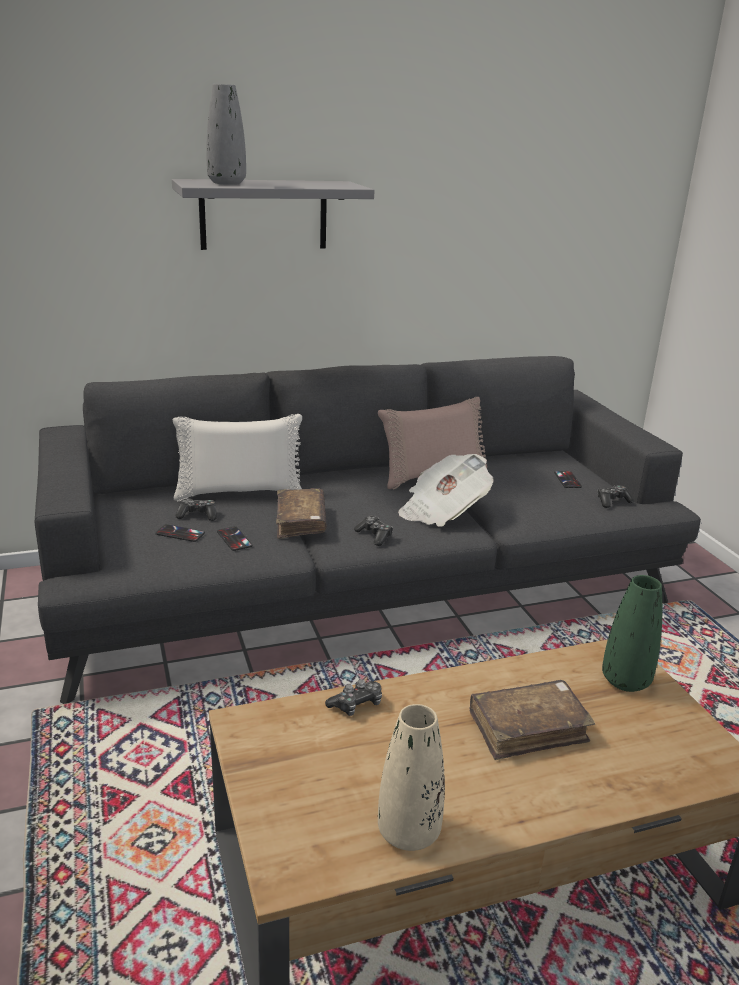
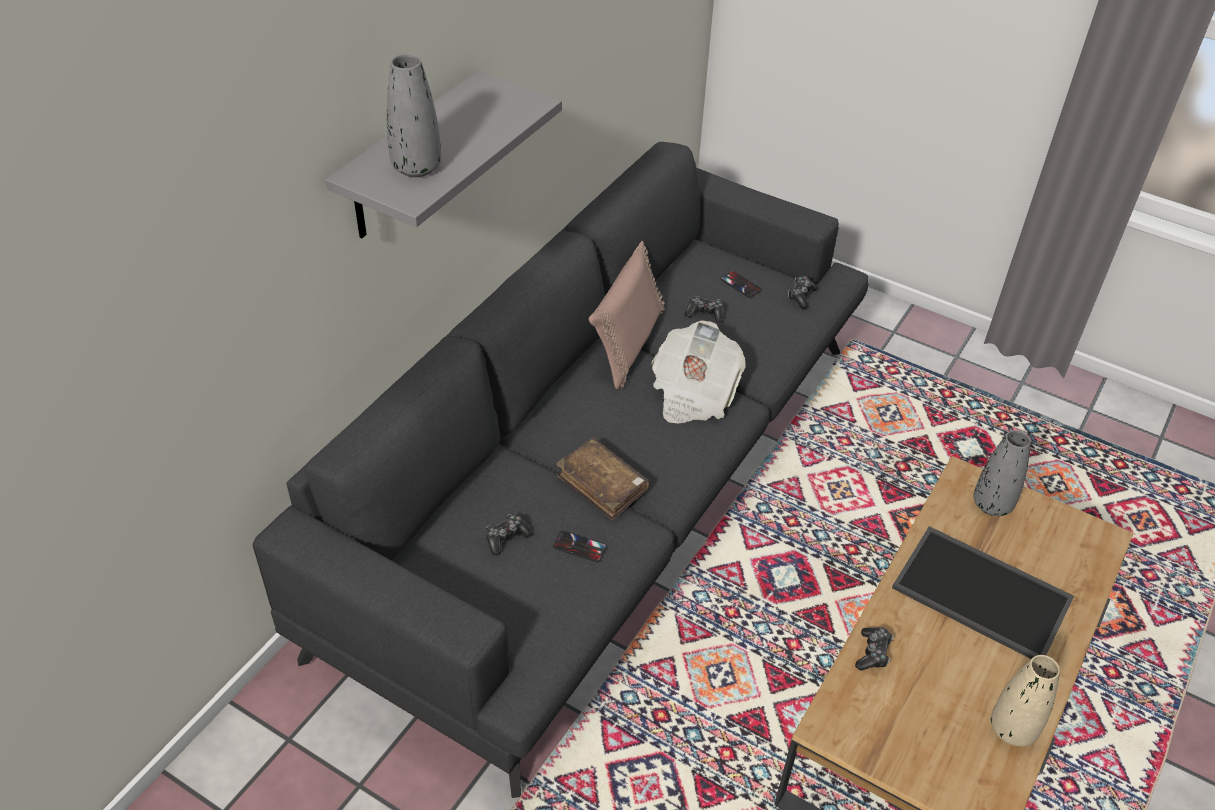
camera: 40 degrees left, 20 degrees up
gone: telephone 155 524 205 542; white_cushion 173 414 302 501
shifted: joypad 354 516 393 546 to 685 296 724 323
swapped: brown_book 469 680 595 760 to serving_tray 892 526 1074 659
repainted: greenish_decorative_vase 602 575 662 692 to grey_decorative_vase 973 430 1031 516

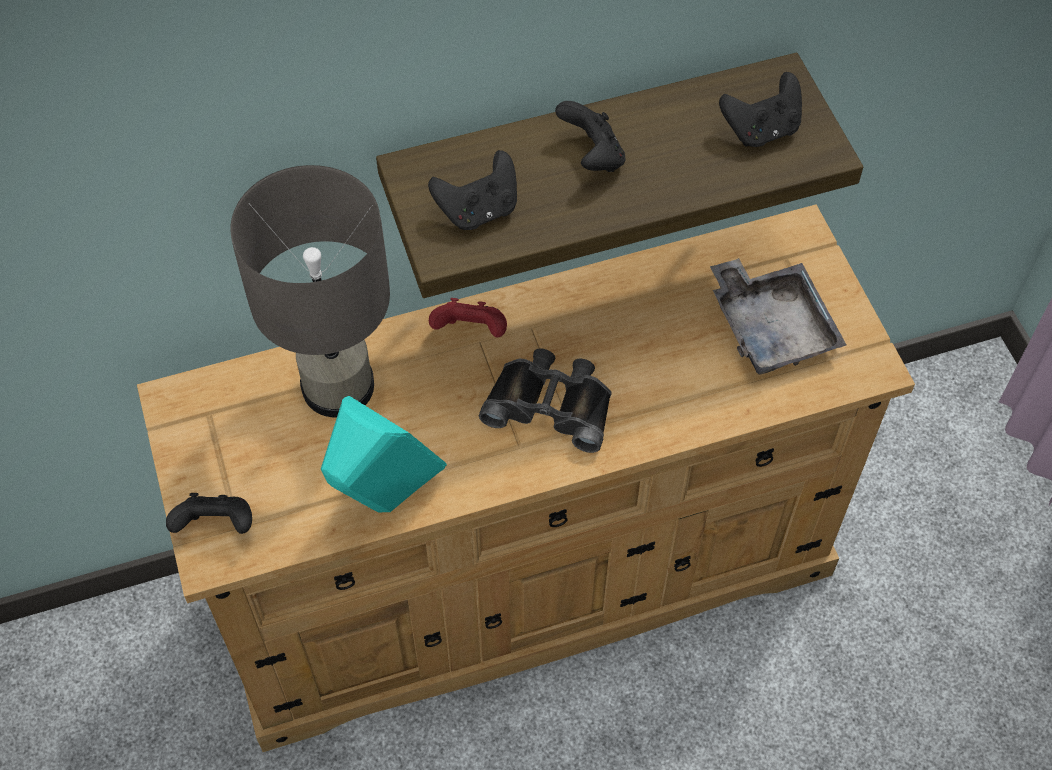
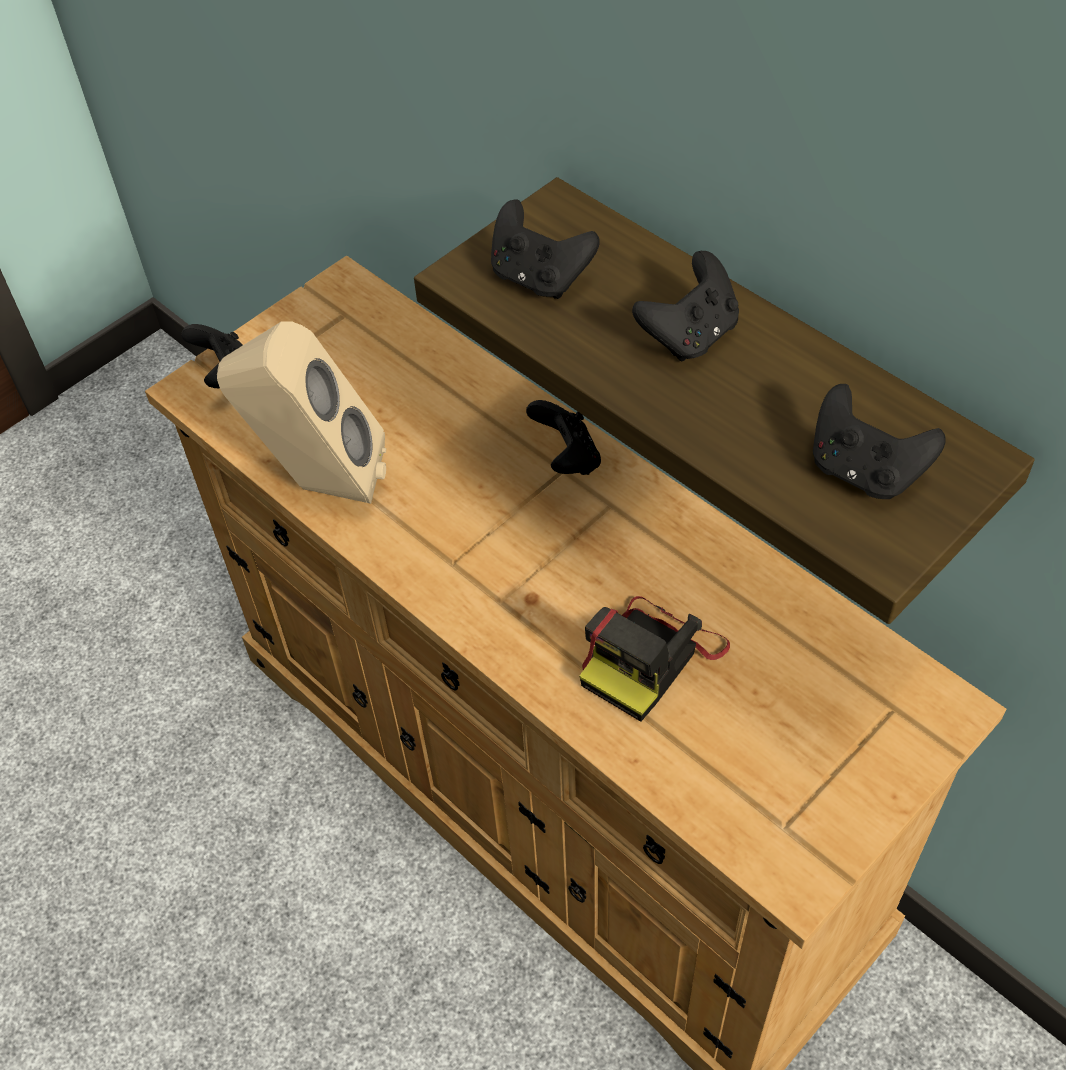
camera: 65 degrees right, 5 degrees down
gone: grey_tabletop_lamp 230 165 390 418; black-coloured_pair_of_binoculars 479 349 612 453; grey_serving_tray 710 258 846 375
new: photo_camera 579 596 730 722
repainted: turquoise-coloured_speaker 321 396 447 513 to sand-coloured_speaker 217 321 386 504; red_joypad 429 298 507 337 to black-coloured_joypad 526 400 601 475

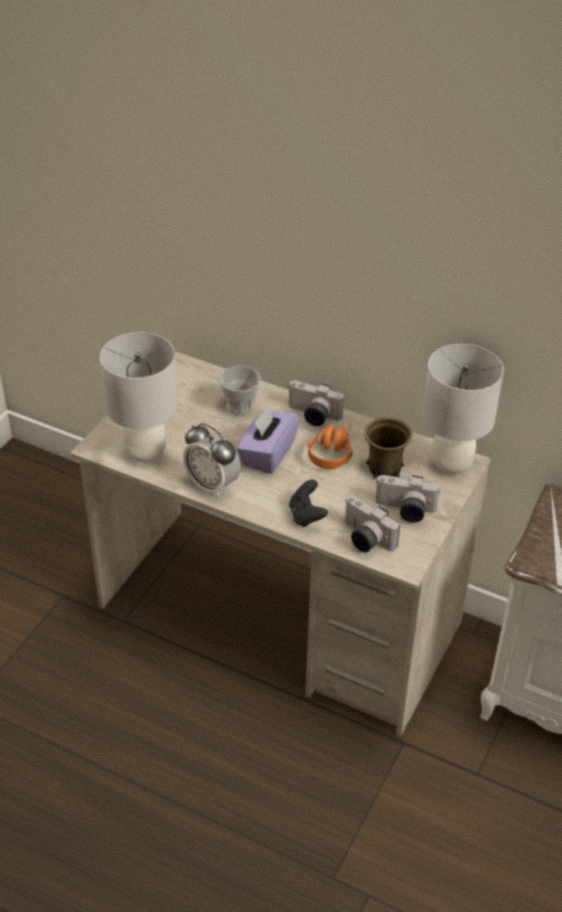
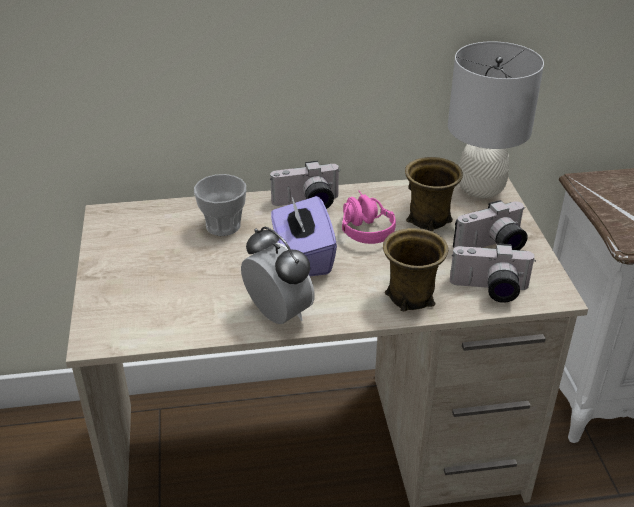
camera: 35 degrees left, 5 degrees down
gone: grey_tabletop_lamp 100 332 178 462
swapped: black-coloured_joypad 289 480 328 527 to brown_coffee_mug 383 228 448 311
repainted: orange-coloured_headset 308 422 352 469 to pink-coloured_headset 342 190 396 244
rotated: bedside_clock 183 423 241 498 = 241 226 315 324 135 degrees counterclockwise

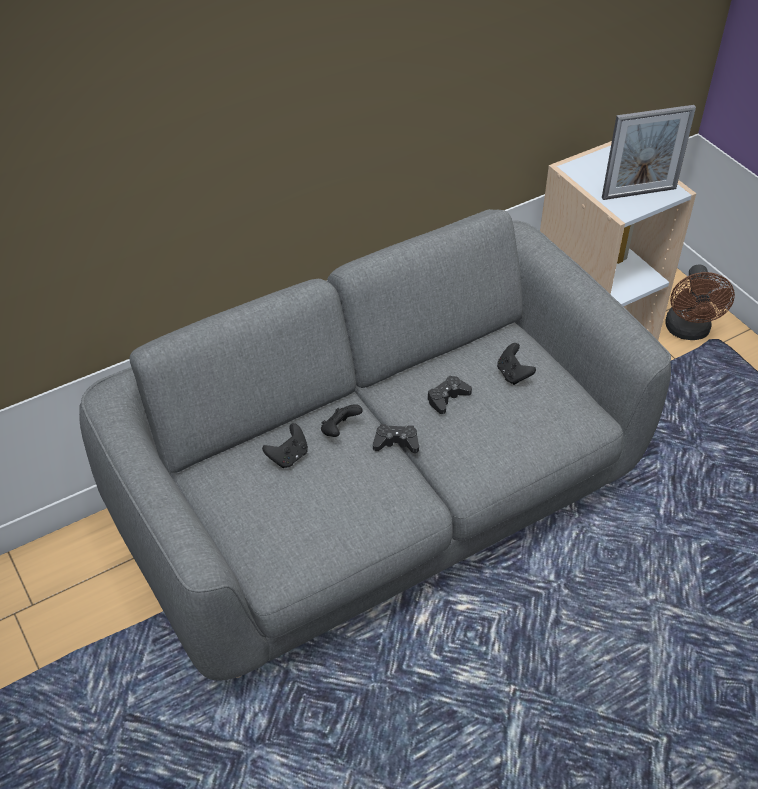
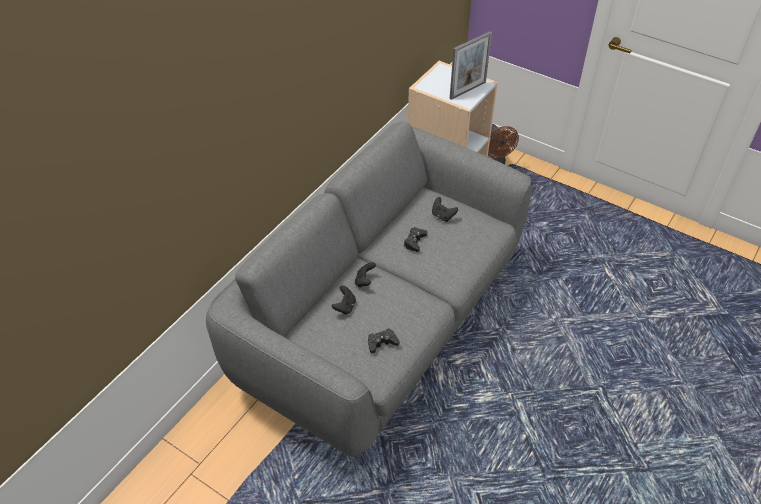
camera: 25 degrees left, 0 degrees up
shifted: black-coloured_joypad 373 424 419 453 to 368 328 399 354

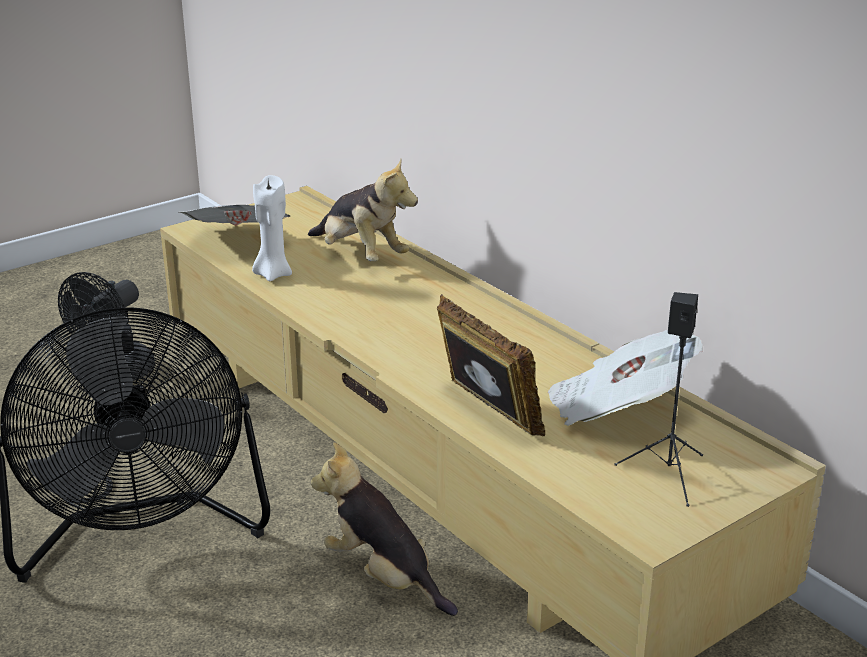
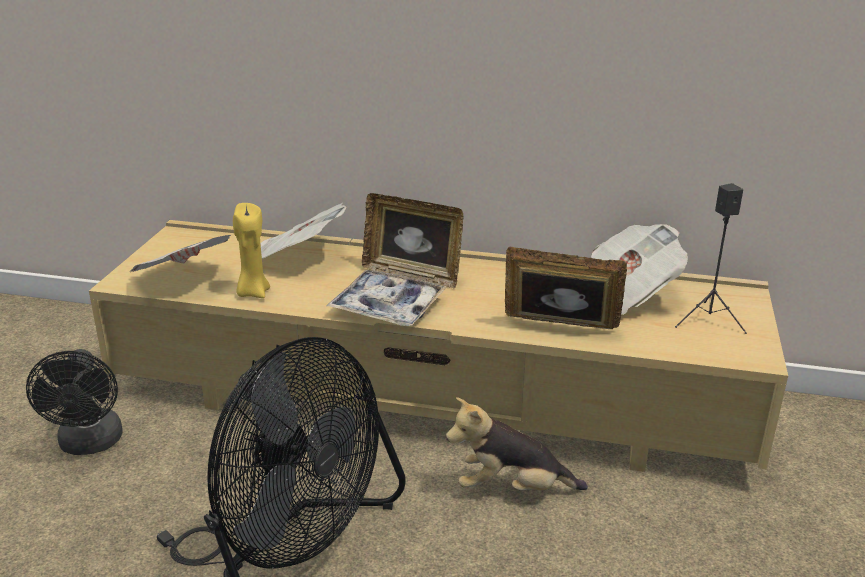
camera: 40 degrees left, 0 degrees up
new: serving_tray 327 270 447 326; photo_frame 362 193 464 288
swapped: plush_toy 308 159 418 261 to daily_paper 260 203 346 259
repainted: white_wax_candle 252 175 292 281 to yellow_wax_candle 233 203 270 298

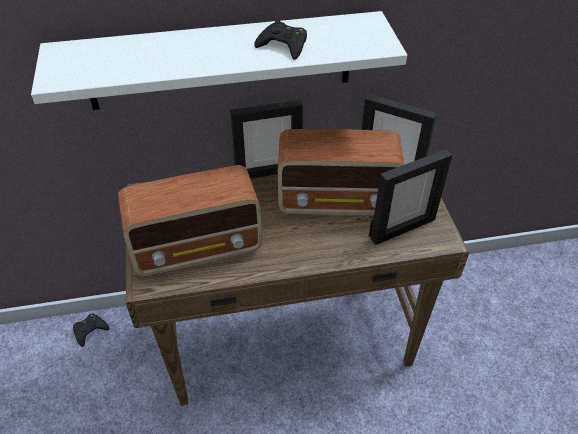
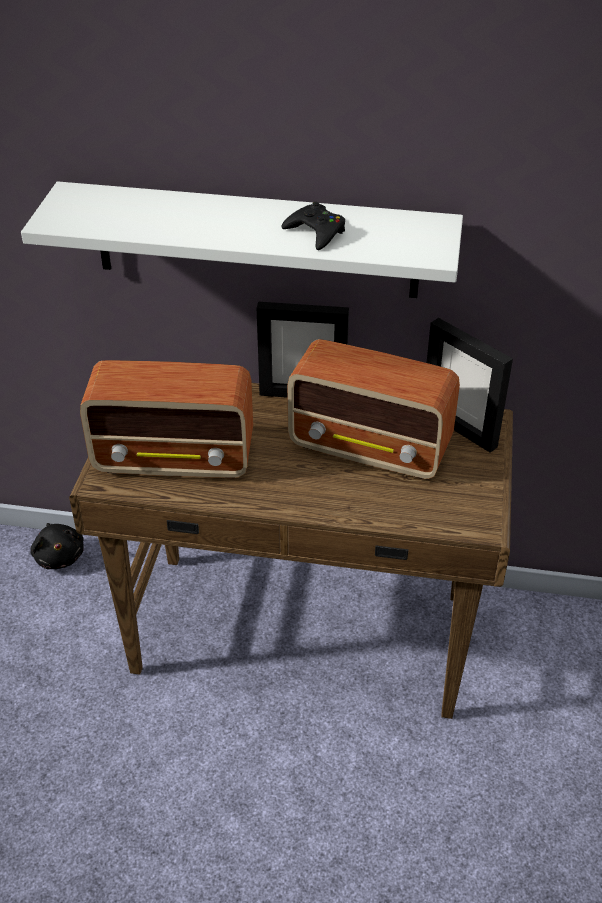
camera: 20 degrees right, 5 degrees down
gone: photo_frame 369 149 452 245
swapped: black-coloured_joypad 73 313 109 347 to black-coloured_plush_toy 30 523 84 569

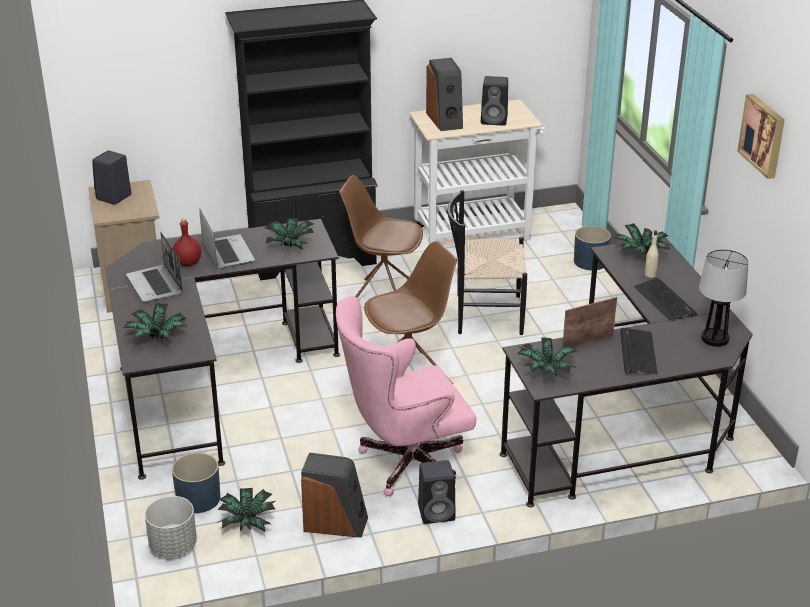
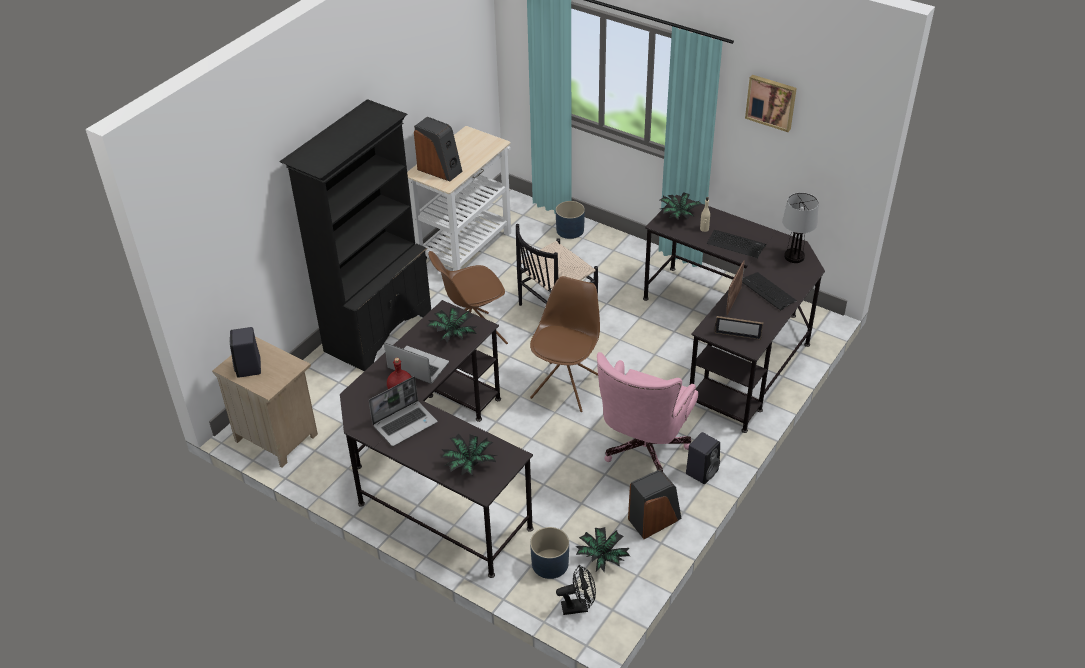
camera: 40 degrees left, 10 degrees up
gone: black-coloured_speaker 481 76 508 125
swapped: grey_planter 145 496 197 557 to black-coloured_fan 556 565 596 615; potted_plant 517 337 577 376 to photo_frame 715 316 763 340
rotated: notebook_computer 126 232 183 302 = 369 376 438 446 60 degrees counterclockwise

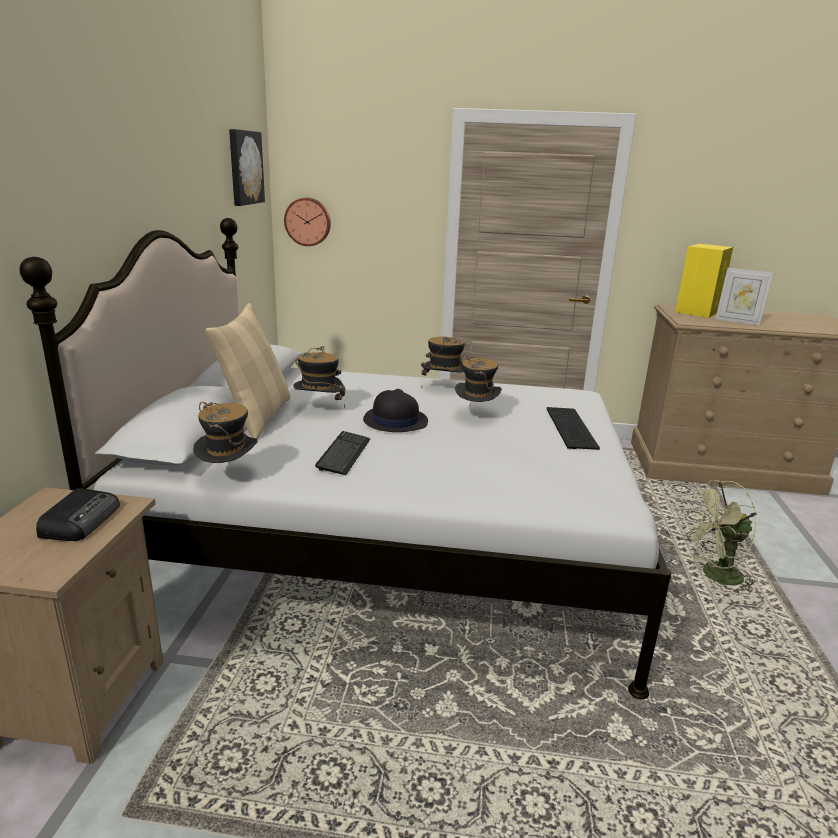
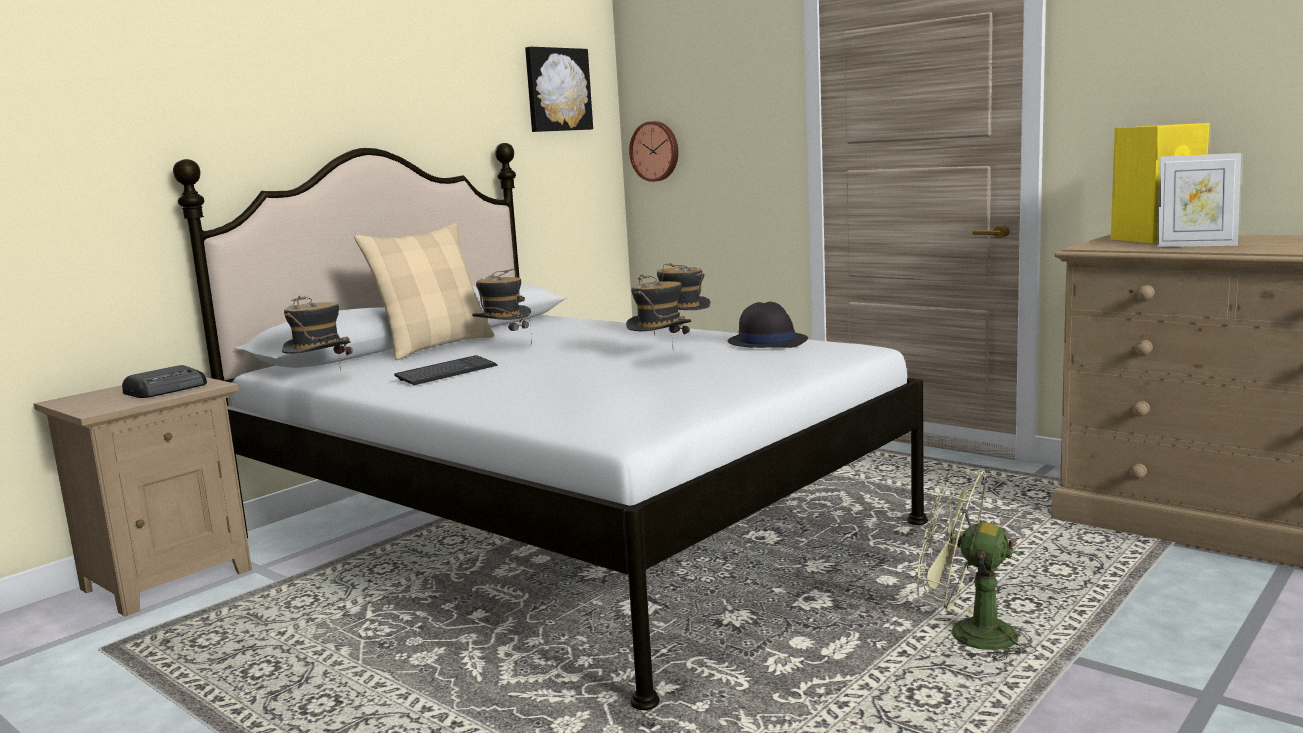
camera: 35 degrees right, 10 degrees down
gone: PC_keyboard 547 407 600 450
shifted: black-coloured_clothing_hat 363 389 428 432 to 728 302 808 348
rotated: photo_frame 716 268 773 326 = 1157 153 1241 247 45 degrees counterclockwise

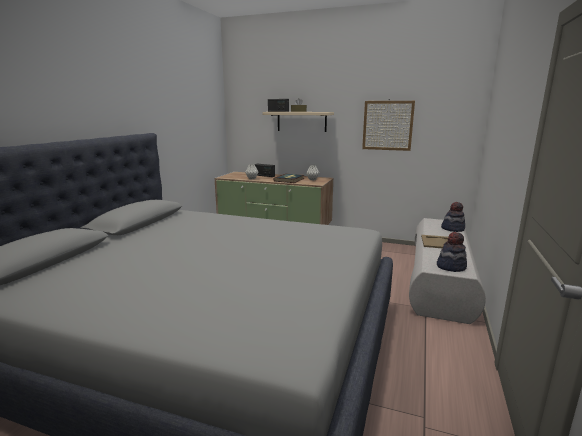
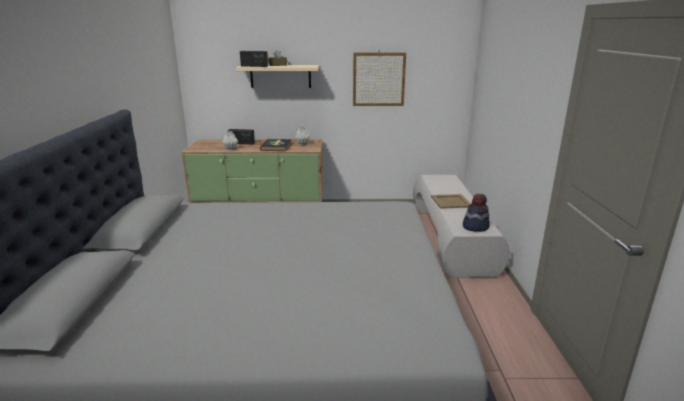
camera: 20 degrees left, 5 degrees up
gone: clothing_hat 441 202 465 232

